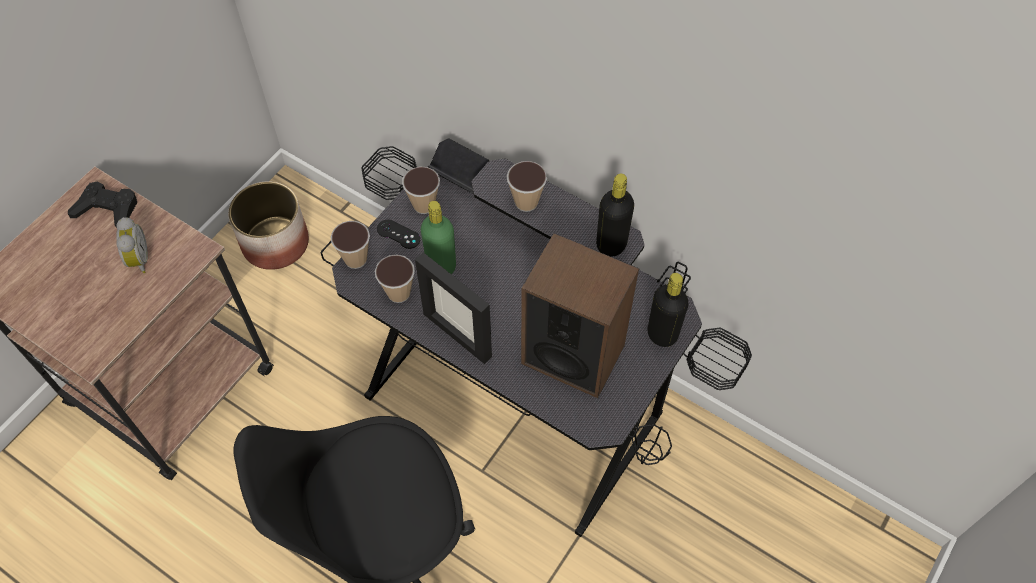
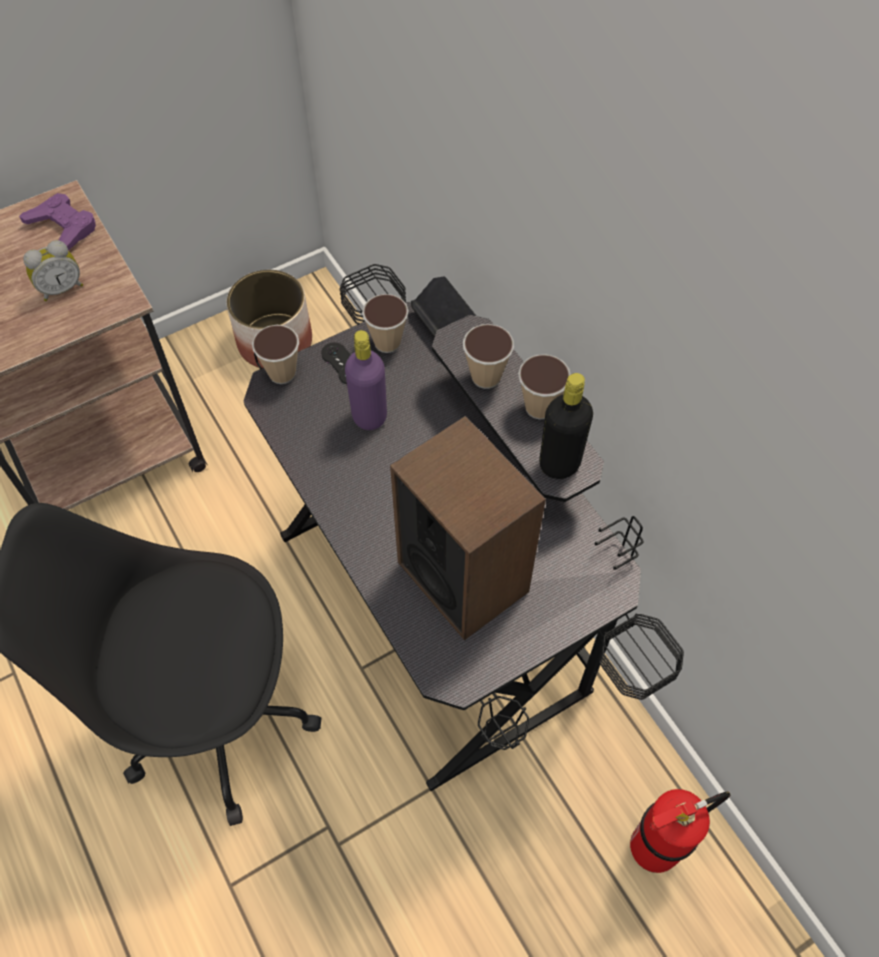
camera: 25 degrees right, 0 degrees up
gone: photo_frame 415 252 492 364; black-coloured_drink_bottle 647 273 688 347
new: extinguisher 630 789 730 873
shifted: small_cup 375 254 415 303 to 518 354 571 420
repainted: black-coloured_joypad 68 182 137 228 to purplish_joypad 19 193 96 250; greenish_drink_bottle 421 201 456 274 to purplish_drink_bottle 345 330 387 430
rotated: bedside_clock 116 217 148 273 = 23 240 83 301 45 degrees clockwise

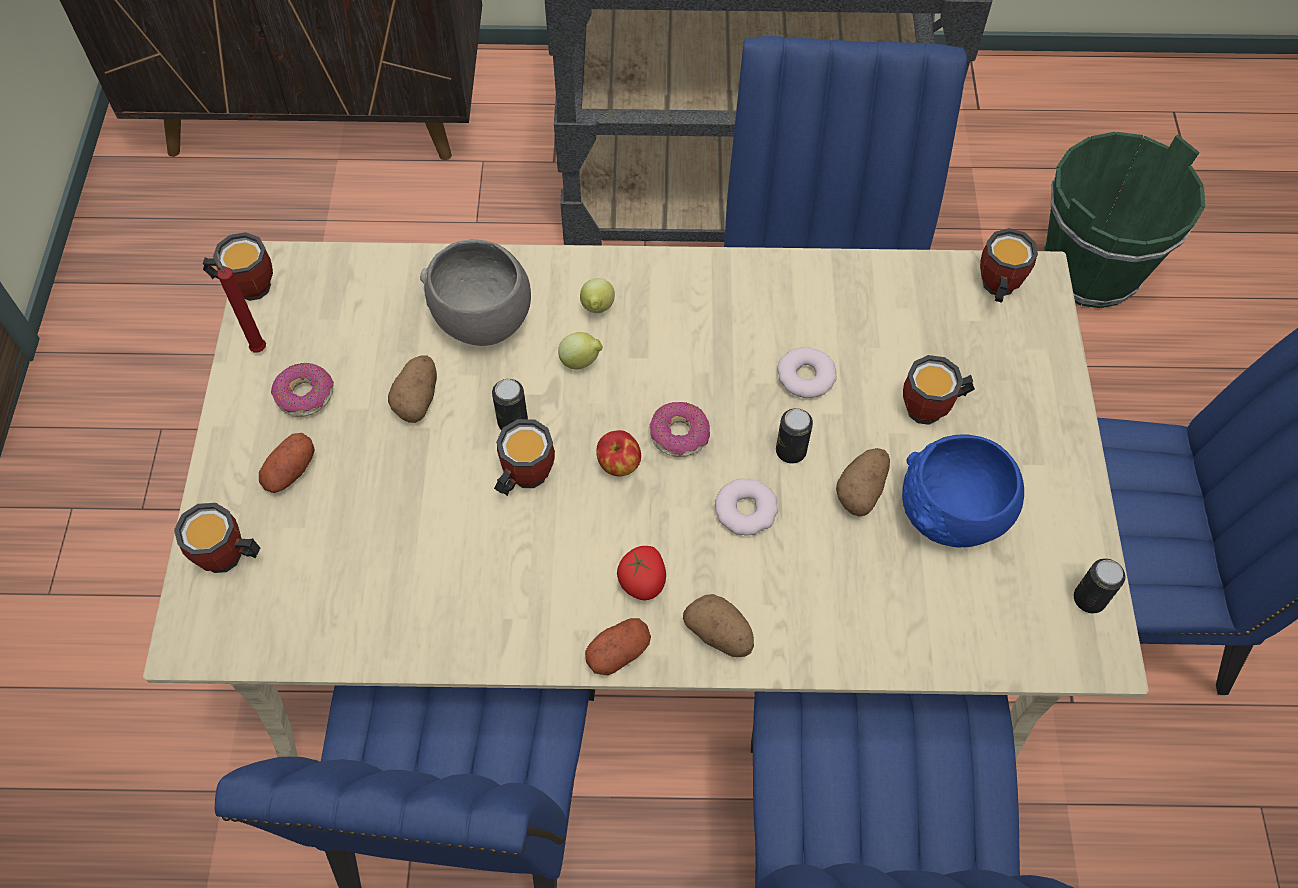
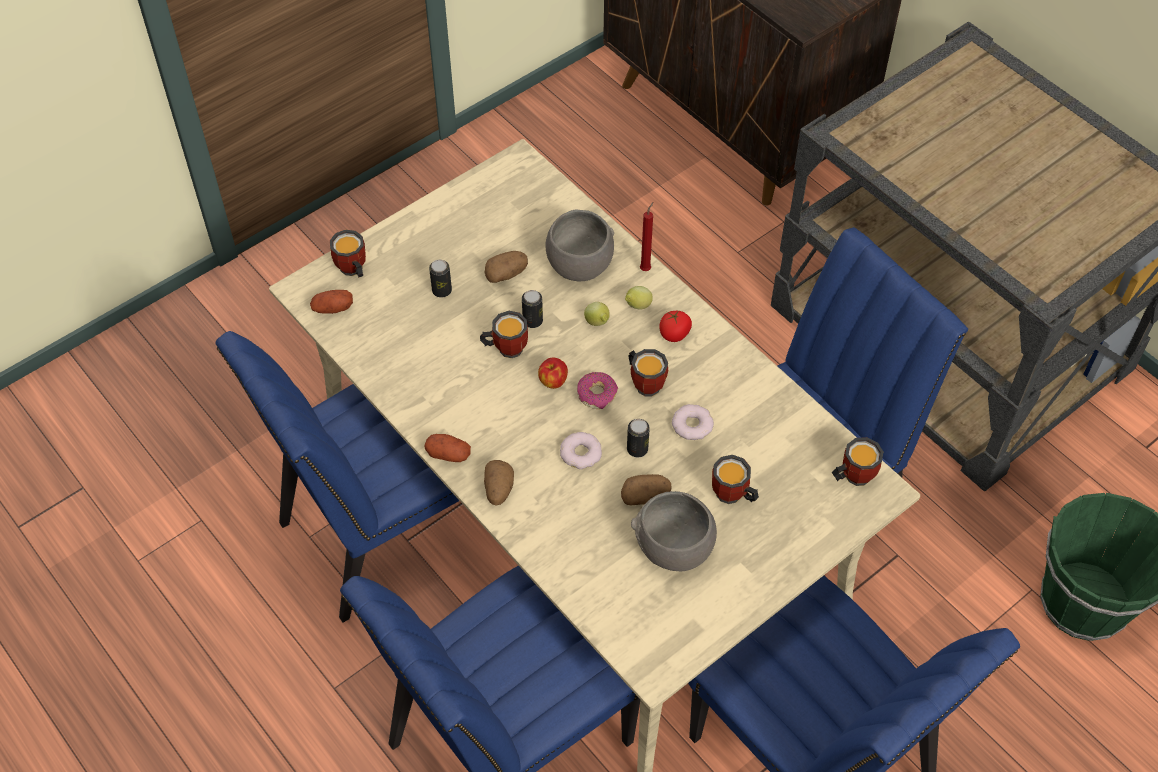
camera: 50 degrees right, 5 degrees down
gone: ring_doughnut 271 363 334 417
shifted: whole_potato 259 433 315 493 to 310 290 353 314; can 1073 559 1125 614 to 429 260 452 298; coffee_mug 203 232 273 301 to 629 349 668 396; red_wax_candle 217 252 266 353 to 640 202 653 271; whole_tomato 617 546 666 600 to 659 310 692 342
repainted: blue_bowl 902 435 1024 547 to grey_bowl 631 491 717 571

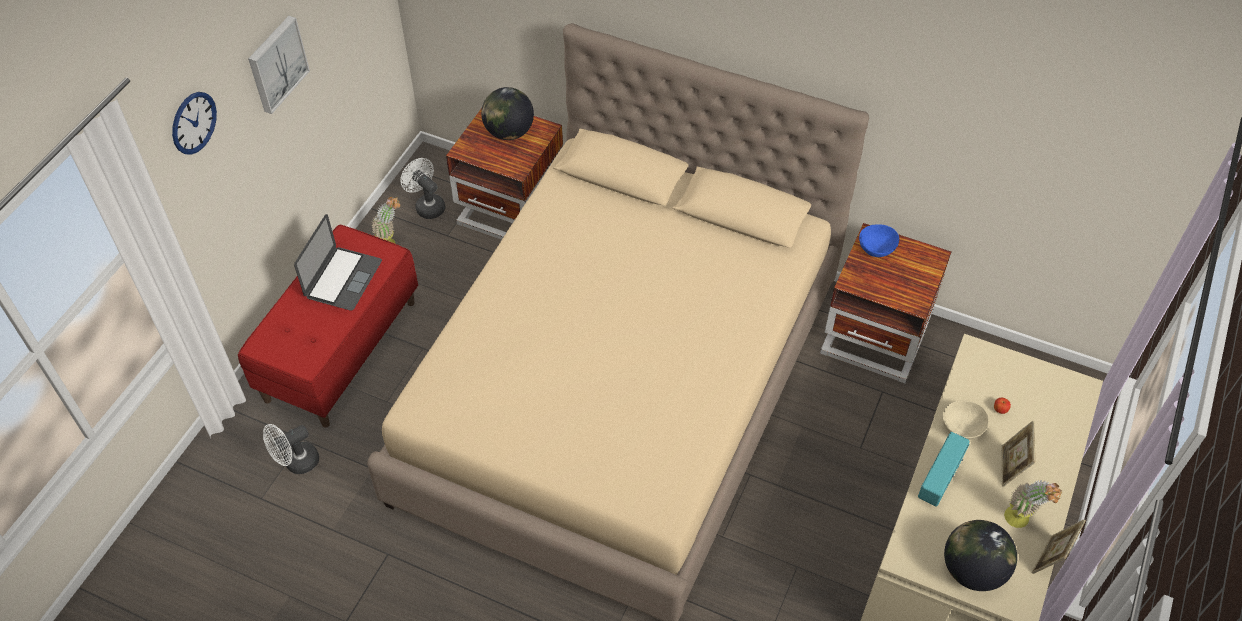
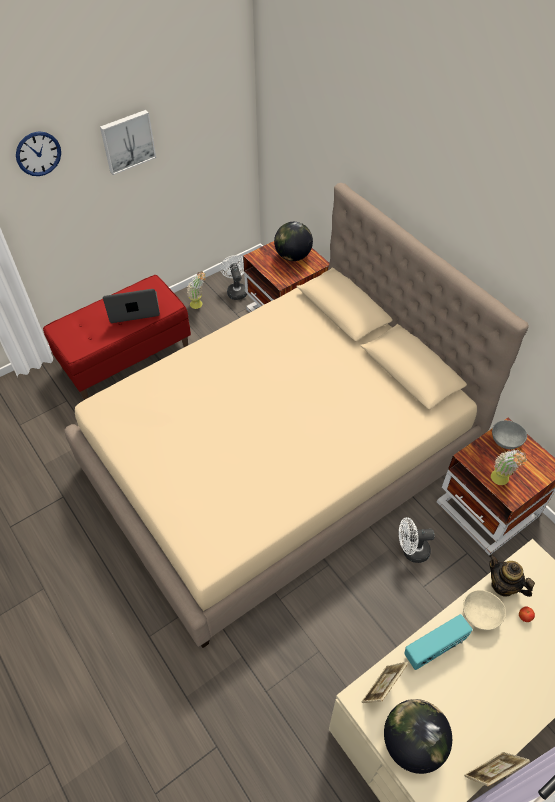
camera: 30 degrees right, 0 degrees up
new: teapot 489 554 535 597
shifted: photo_frame 1001 421 1035 487 to 362 662 408 703; white_fan 263 424 319 474 to 399 517 435 563; potted_plant 1004 480 1063 528 to 491 450 527 485
repainted: blue_bowl 859 224 899 257 to grey_bowl 492 420 527 449
rotated: notebook_computer 294 214 382 311 = 103 289 160 323 150 degrees counterclockwise

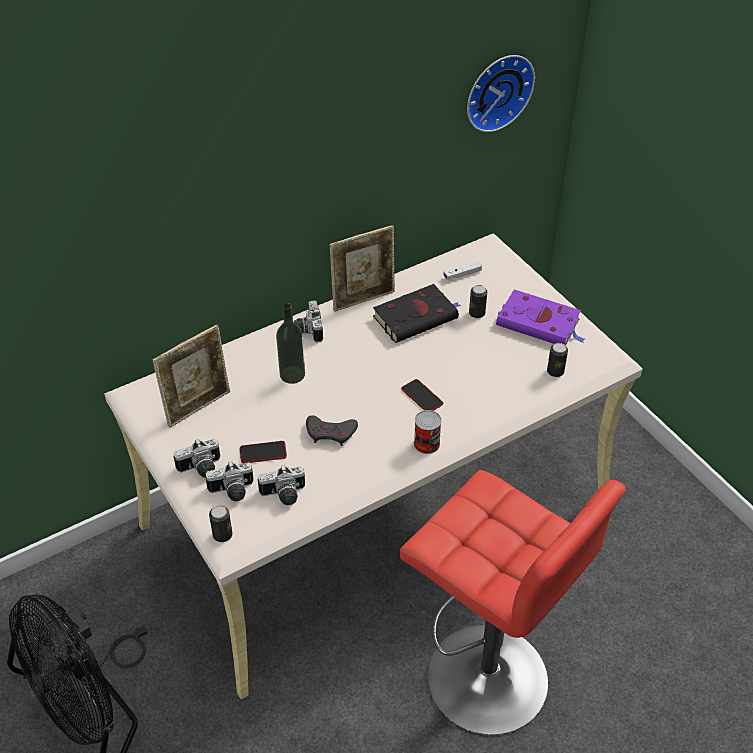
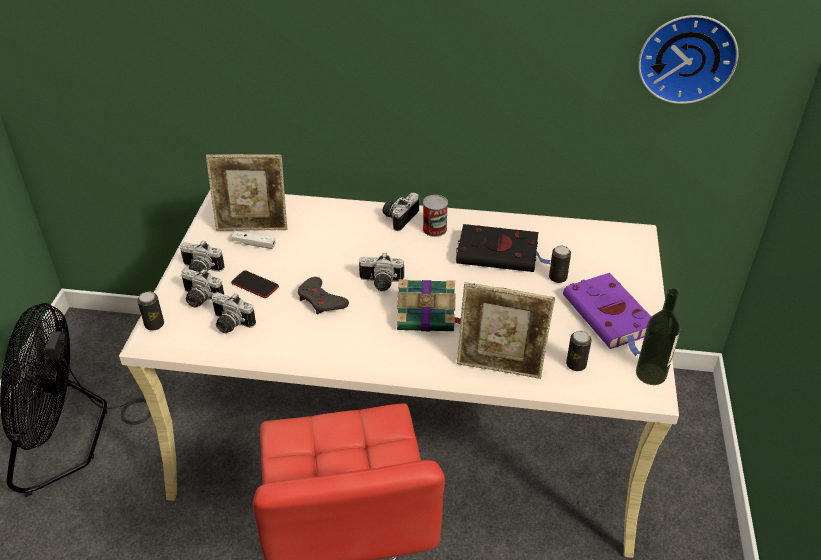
camera: 40 degrees right, 5 degrees down
new: photo_camera 359 252 404 291
shifted: white_joypad 443 261 482 280 to 231 231 275 249; can 414 410 442 454 to 423 195 448 237; photo_frame 330 225 395 312 to 457 282 555 379; drink_bottle 276 303 305 384 to 636 288 680 385
swapped: telephone 401 379 443 411 to book 397 279 461 331

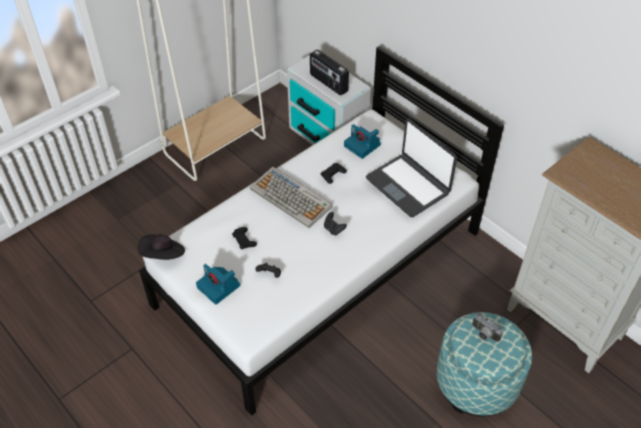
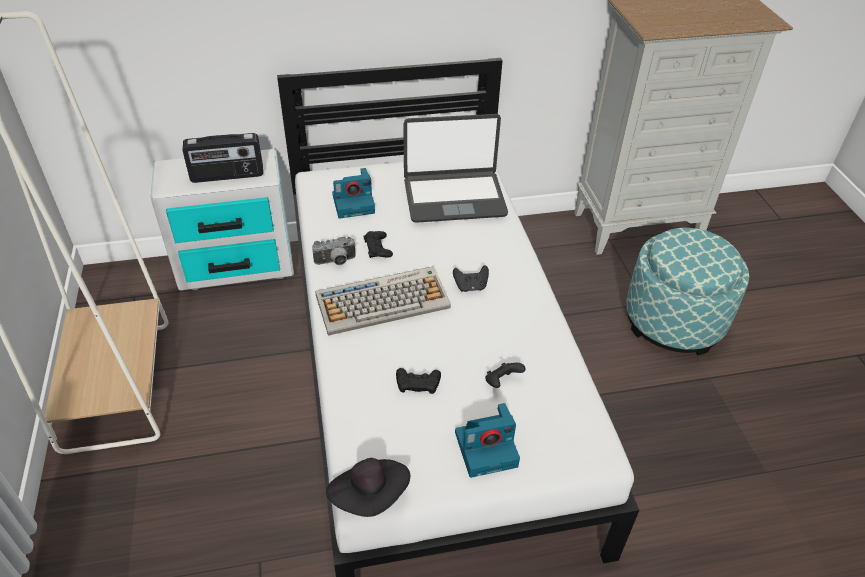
camera: 60 degrees left, 5 degrees down
shifted: photo_camera 472 312 503 342 to 312 237 356 265

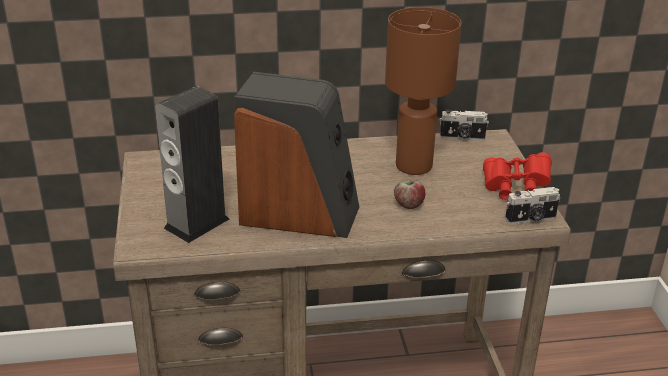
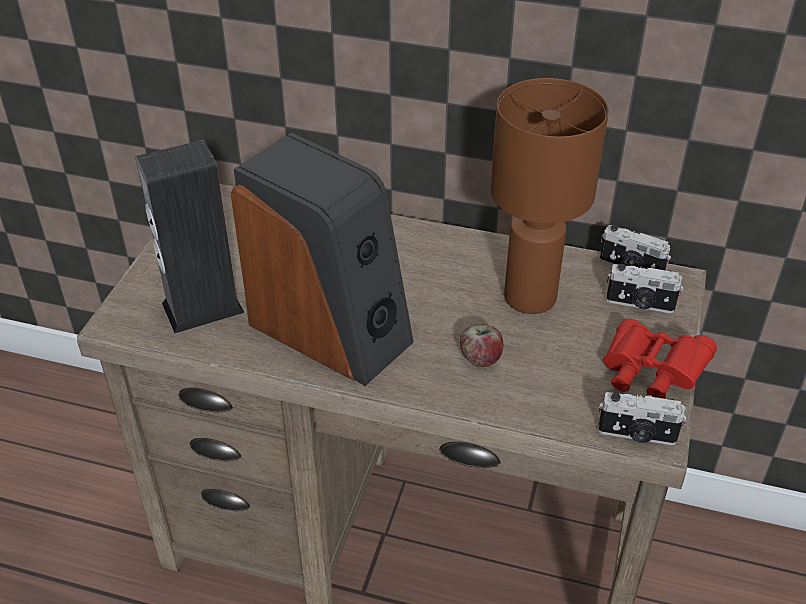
camera: 25 degrees right, 10 degrees up
new: photo_camera 606 264 683 313

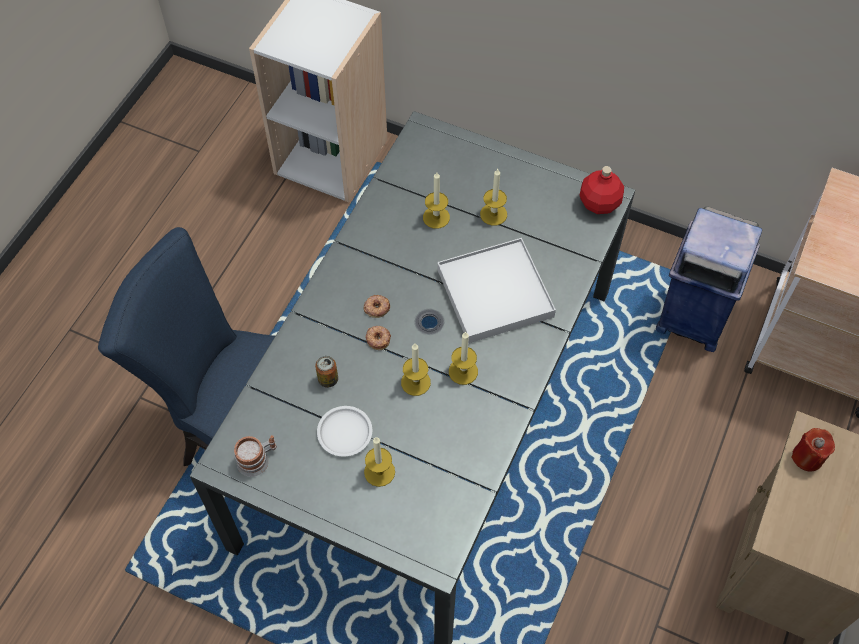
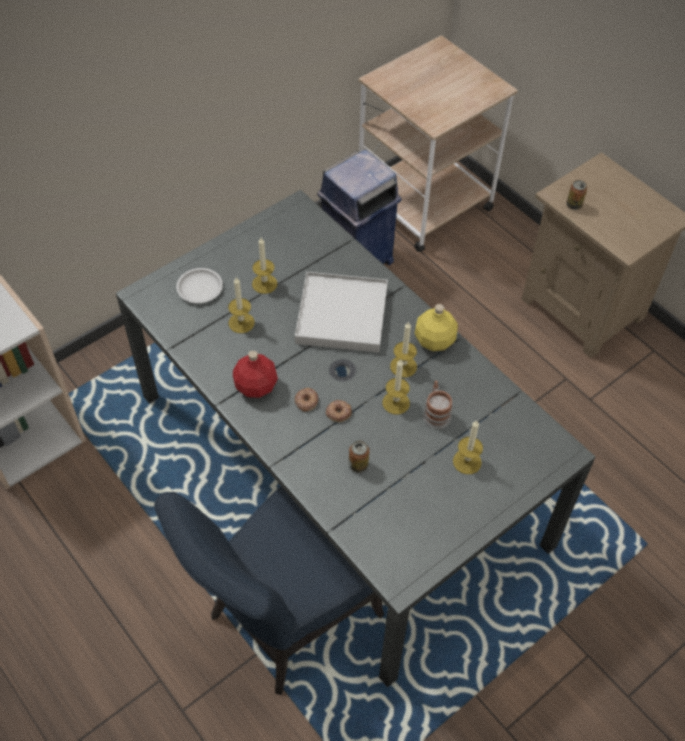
camera: 65 degrees left, 5 degrees down
new: yellow_drink_bottle 415 304 458 351
shifted: white_dinner_plate 317 406 372 456 to 176 268 223 303; red_drink_bottle 580 166 624 214 to 233 350 278 398; coffee_mug 234 435 277 477 to 423 381 453 429
swapped: red_wax_candle 791 428 835 471 to can 567 180 587 210

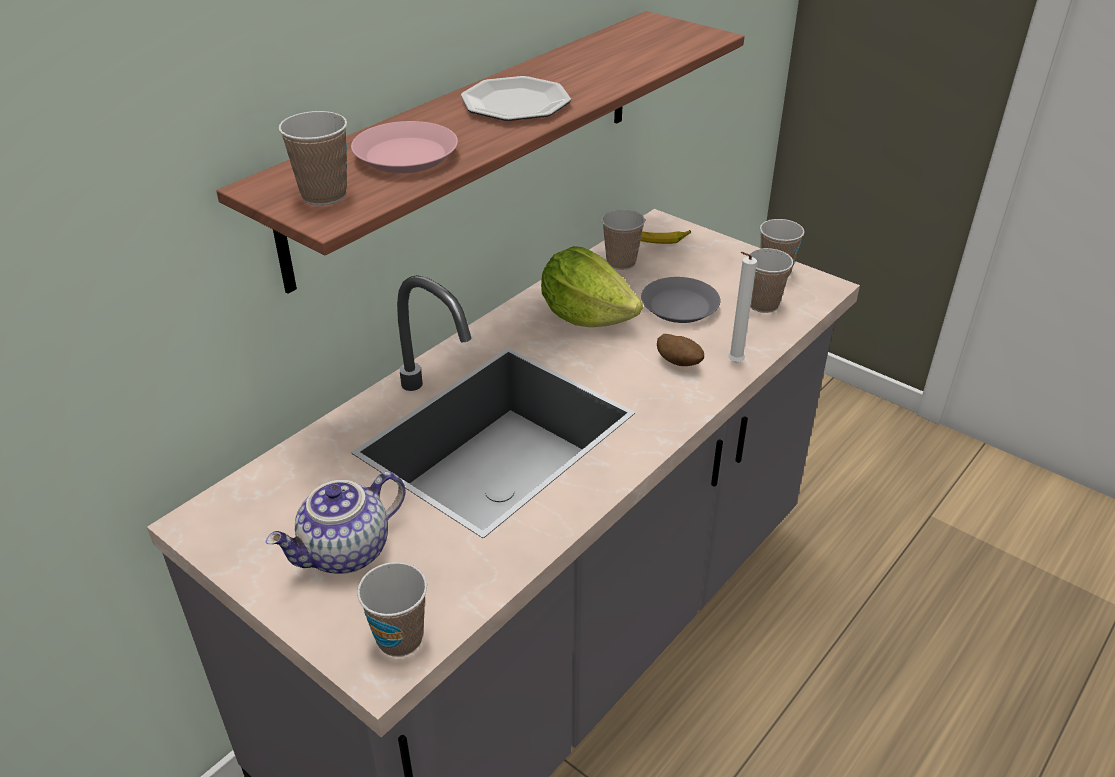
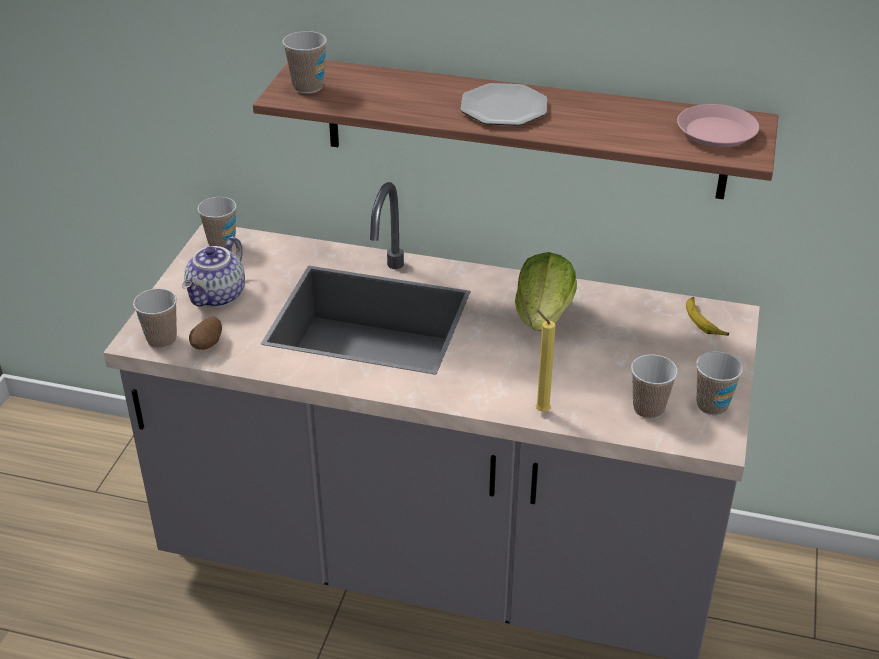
camera: 65 degrees right, 0 degrees up
gone: grey_dinner_plate 641 277 720 323
shifted: whole_potato 657 334 704 366 to 189 317 222 350; small_cup 602 209 645 270 to 198 197 237 248; pink-coloured_dinner_plate 351 121 458 173 to 677 104 759 148
repainted: white_wax_candle 728 252 757 363 to yellow_wax_candle 536 310 556 412
rotated: teapot 266 472 405 574 = 182 237 245 307 90 degrees counterclockwise

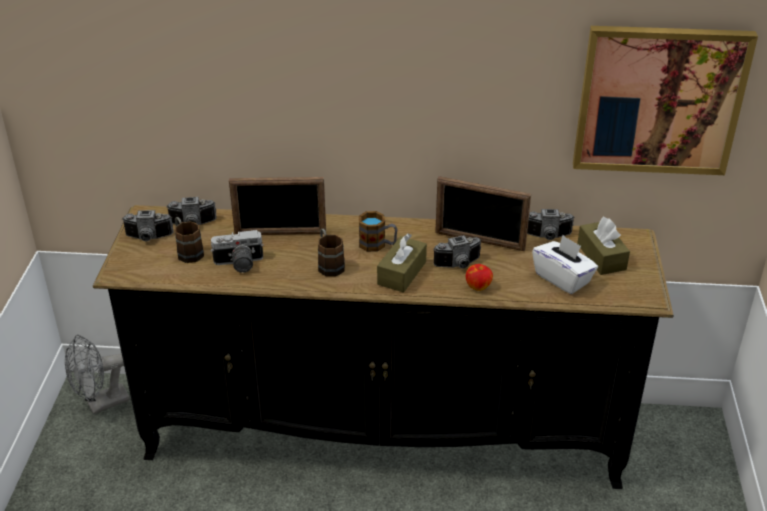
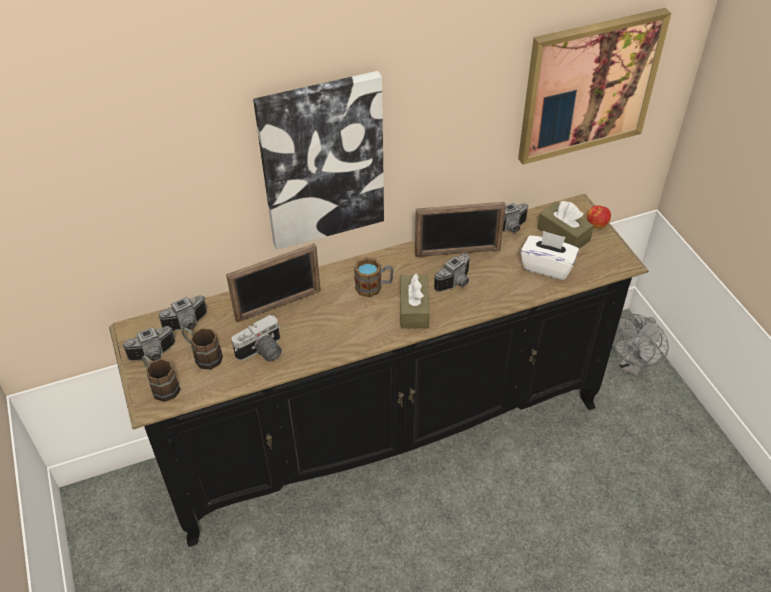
camera: 25 degrees left, 10 degrees up
new: picture 253 71 384 250
shifted: brown_coffee_mug 318 228 345 276 to 142 355 180 402; apple 466 264 493 291 to 587 205 611 228; grey_fan 65 334 130 414 to 612 314 669 377

